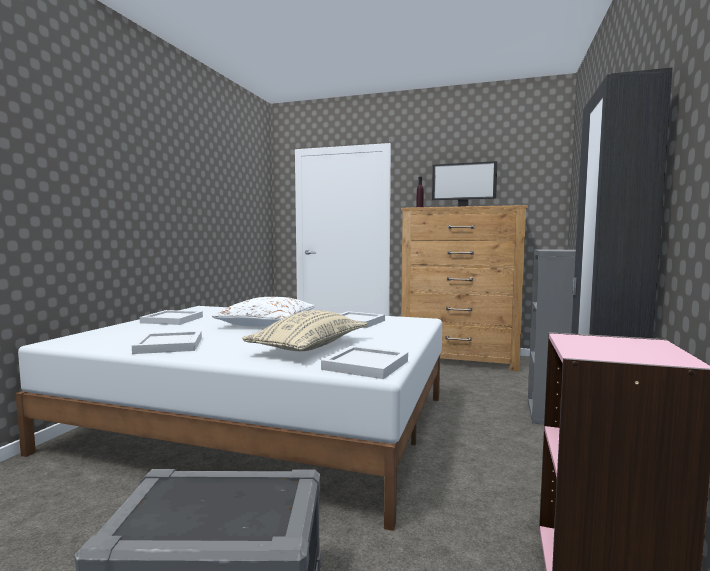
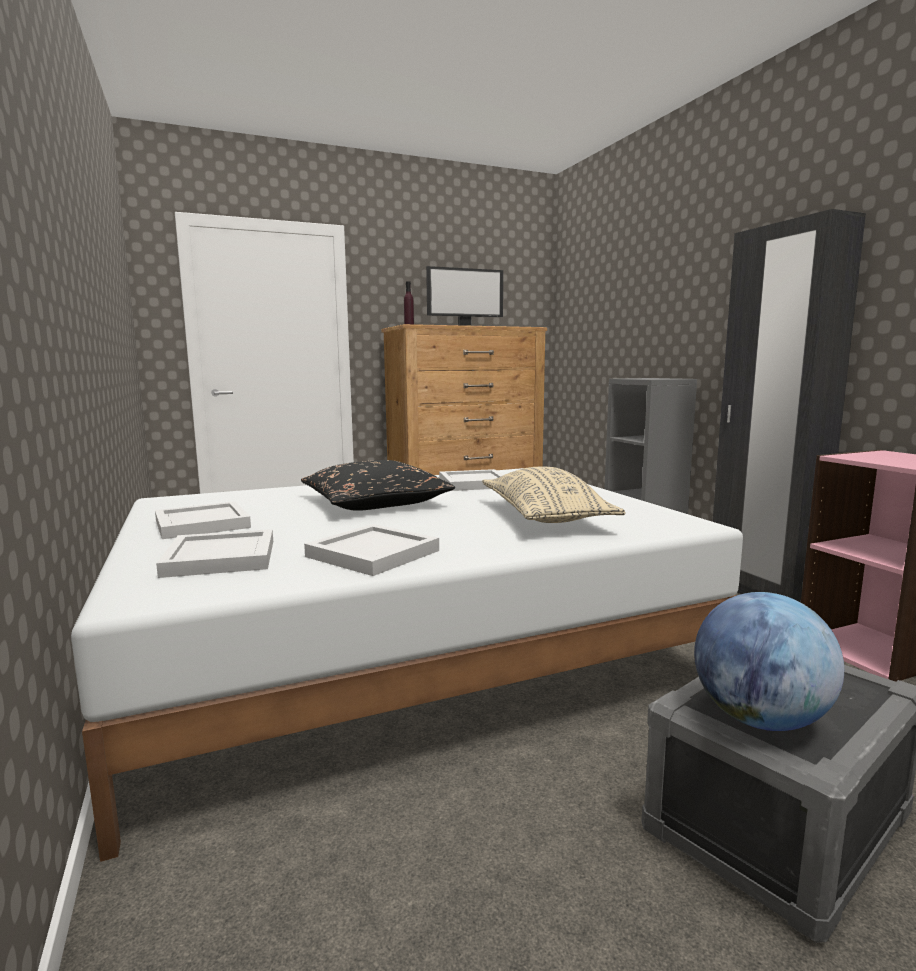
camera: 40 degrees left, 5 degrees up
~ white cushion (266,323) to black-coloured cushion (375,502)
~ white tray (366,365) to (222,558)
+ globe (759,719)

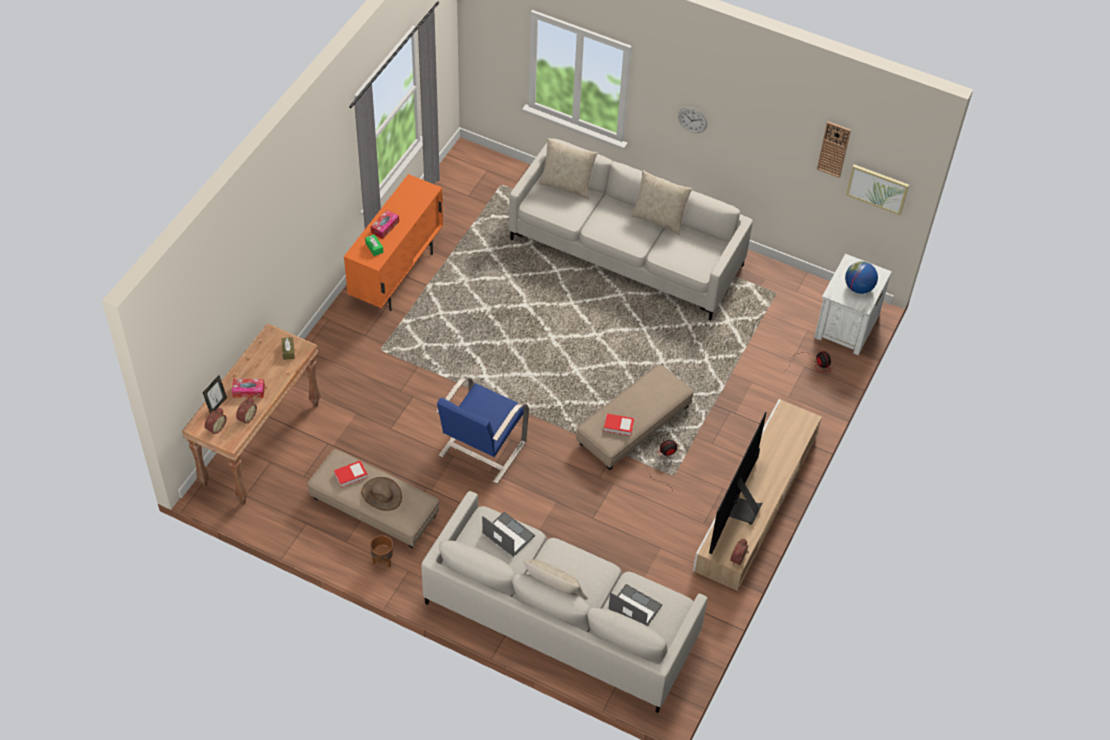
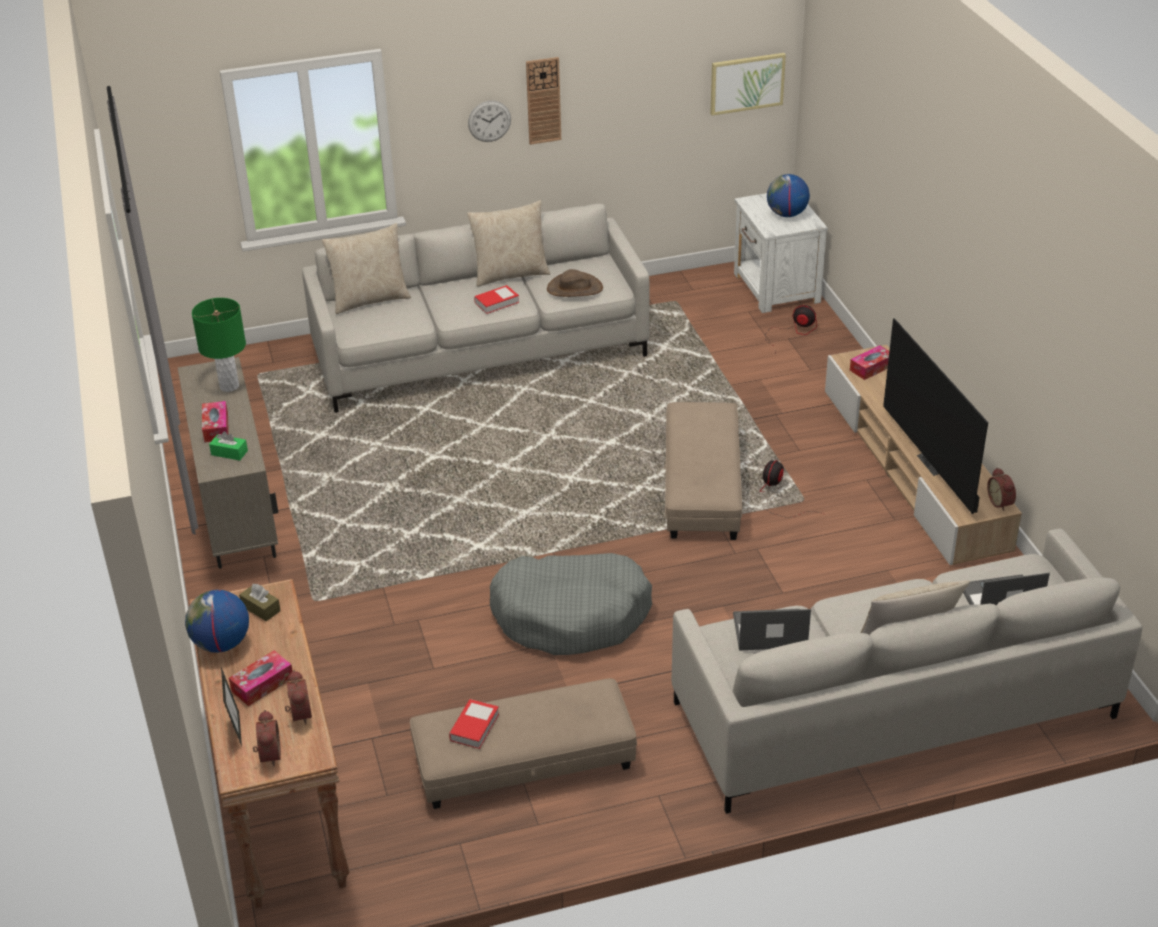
camera: 40 degrees left, 15 degrees down
~ wall clock (834,149) to (543,100)
~ orangey storage cabinet (397,275) to beige storage cabinet (238,520)
~ blue lounge chair (481,450) to grey dog bed (571,615)
~ book (618,426) to (496,302)
~ brownish hat (381,495) to (574,288)
- brownish plant pot (382,561)
+ green-coloured table lamp (229,386)
+ tissue box (871,368)
+ globe (221,644)

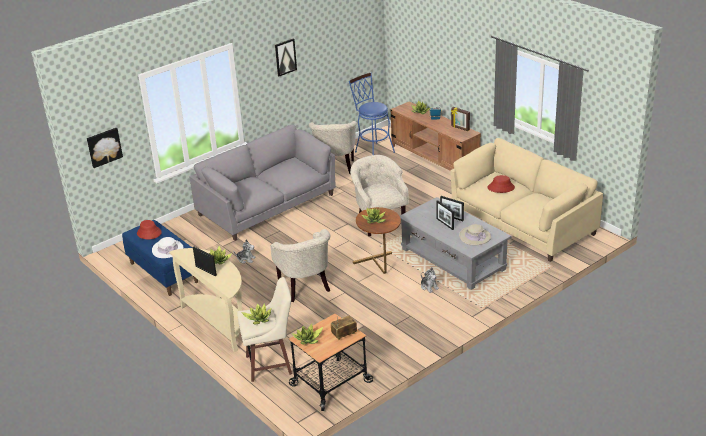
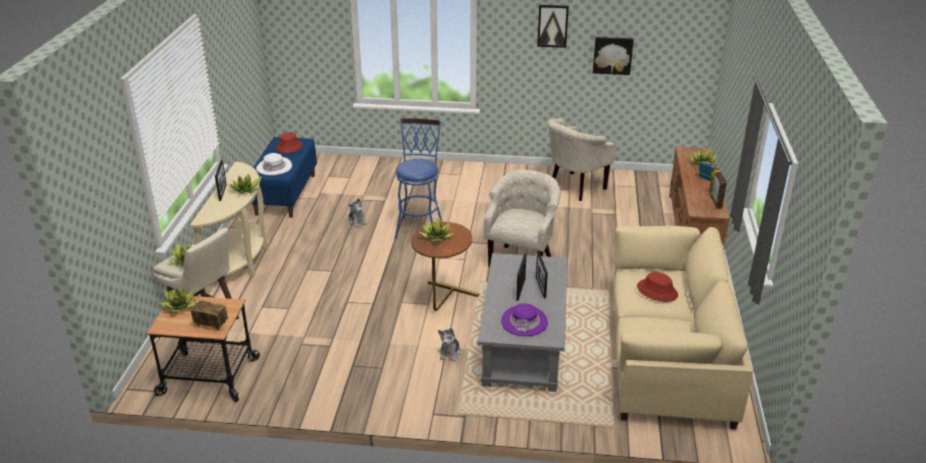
camera: 45 degrees right, 0 degrees up
~ blue stool seat (372,150) to (419,226)
- grey sofa (267,205)
~ picture (104,147) to (612,55)
~ beige hat (475,236) to purple hat (524,322)
- beige lounge chair (306,289)

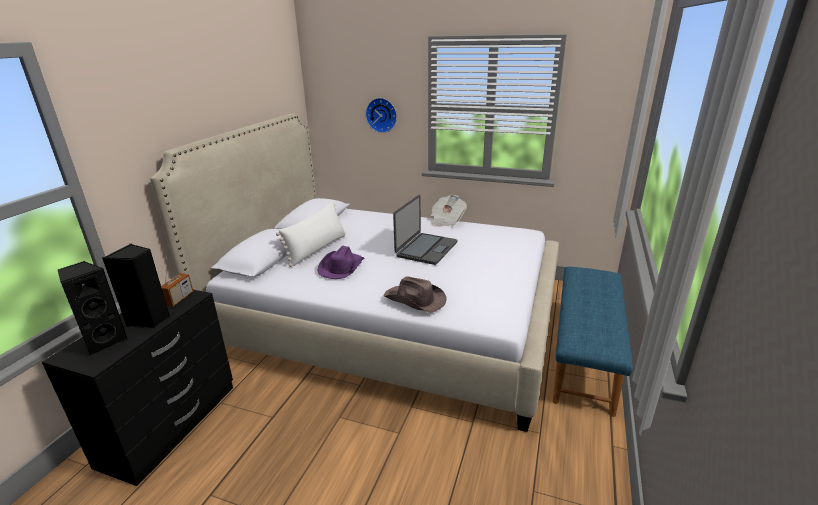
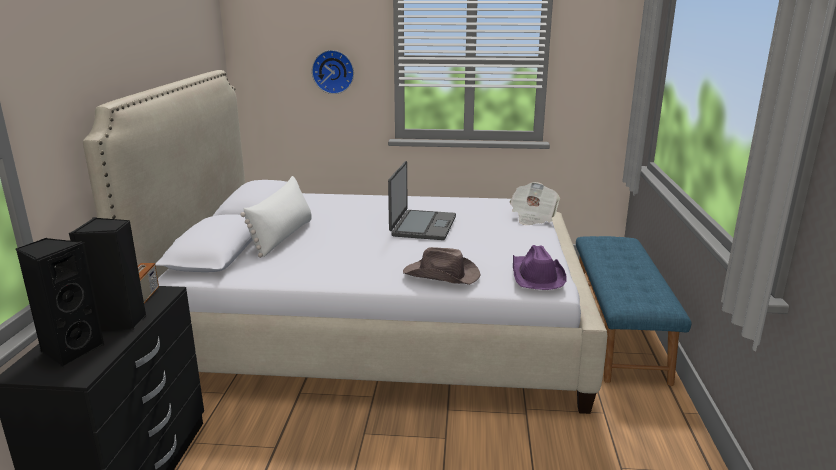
camera: 15 degrees left, 5 degrees down
~ daily paper (446,221) to (533,217)
~ purple hat (341,267) to (536,275)

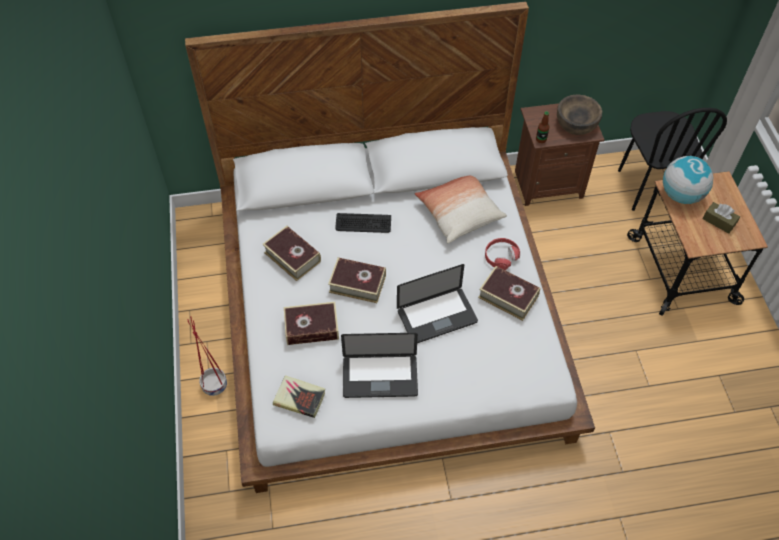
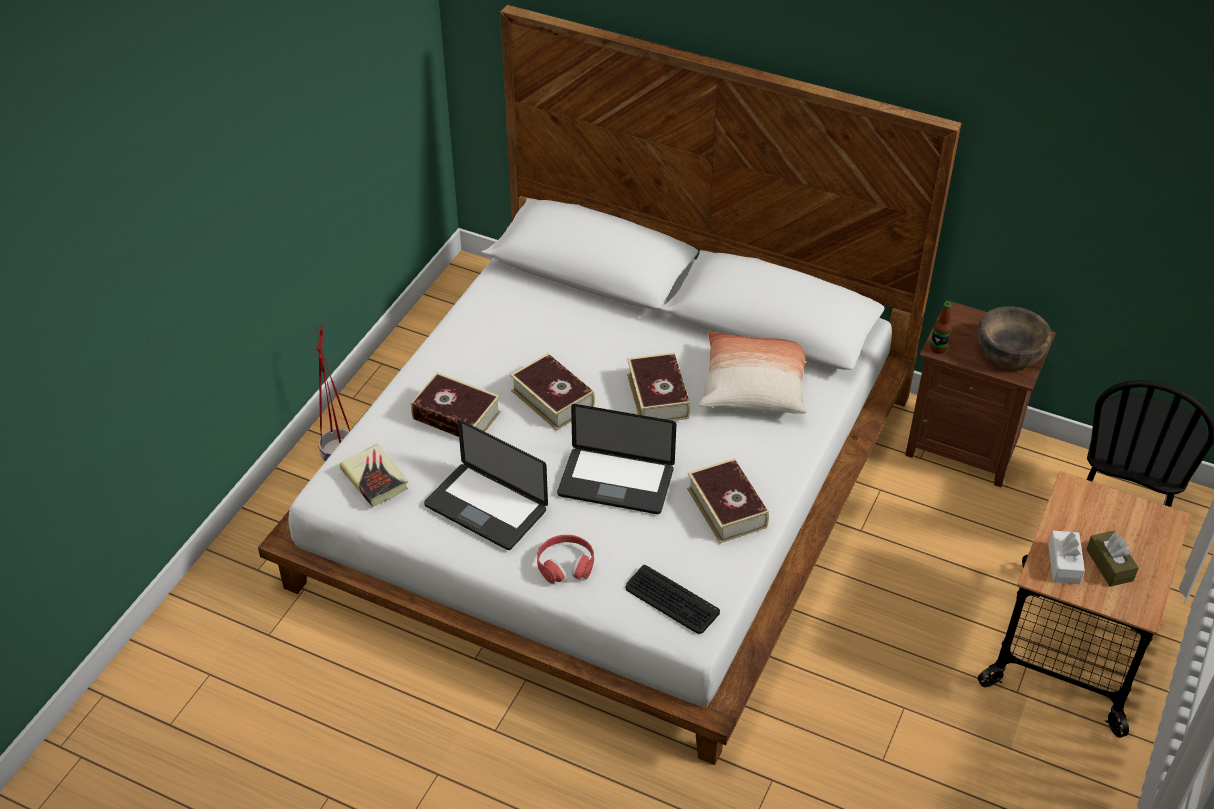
camera: 35 degrees right, 10 degrees down
- globe (681,195)
~ keyboard (363,223) to (671,600)
~ book (292,257) to (658,396)
~ reddish pair of headphones (501,256) to (565,564)
+ white tissue box (1063,564)

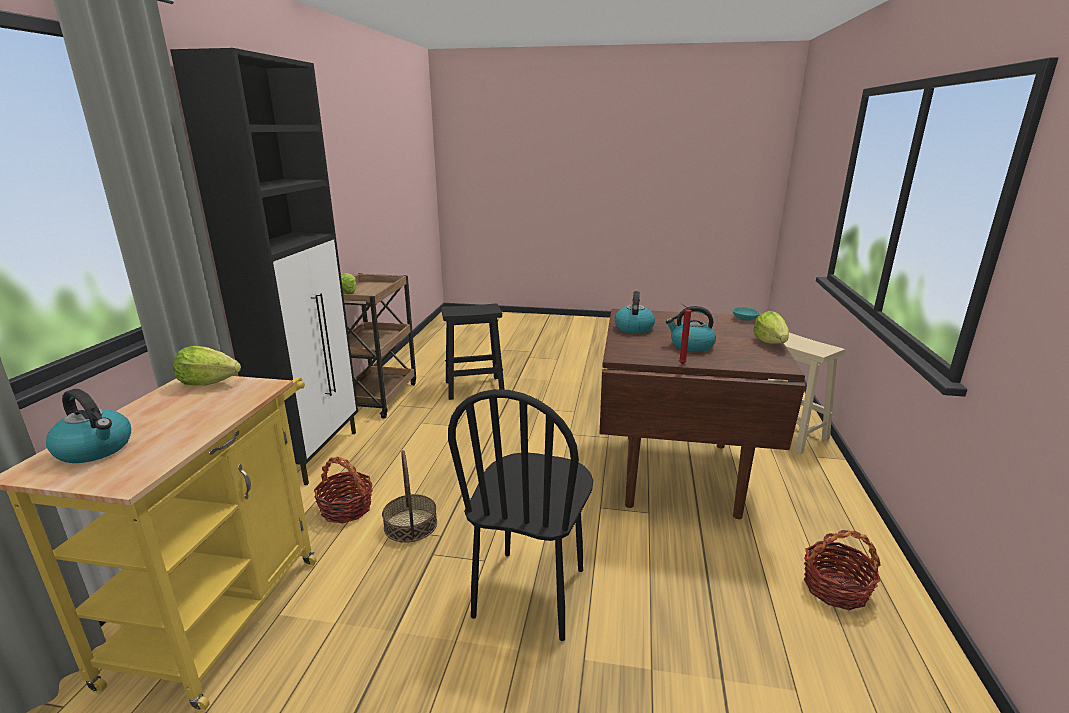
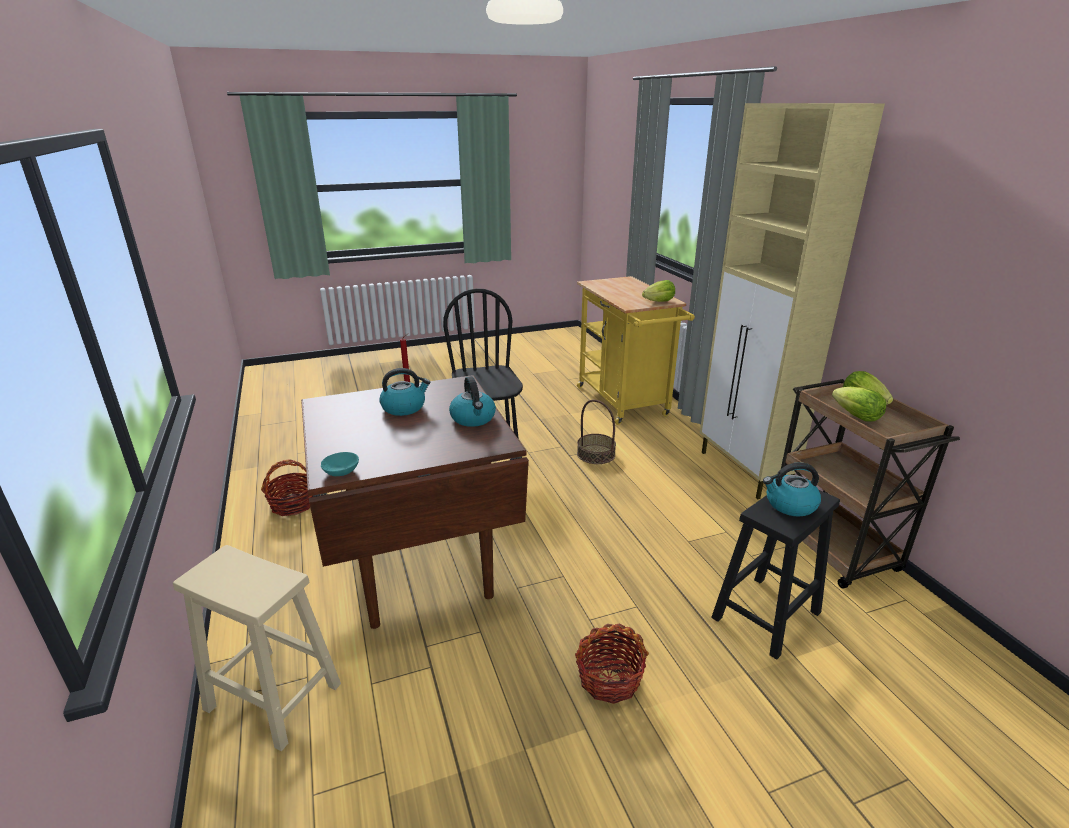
camera: 150 degrees right, 5 degrees up
~ black-coloured storage cabinet (315,454) to beige storage cabinet (744,471)
~ lettuce (770,342) to (856,416)
~ water kettle (96,449) to (789,505)
~ household basket (346,509) to (609,678)

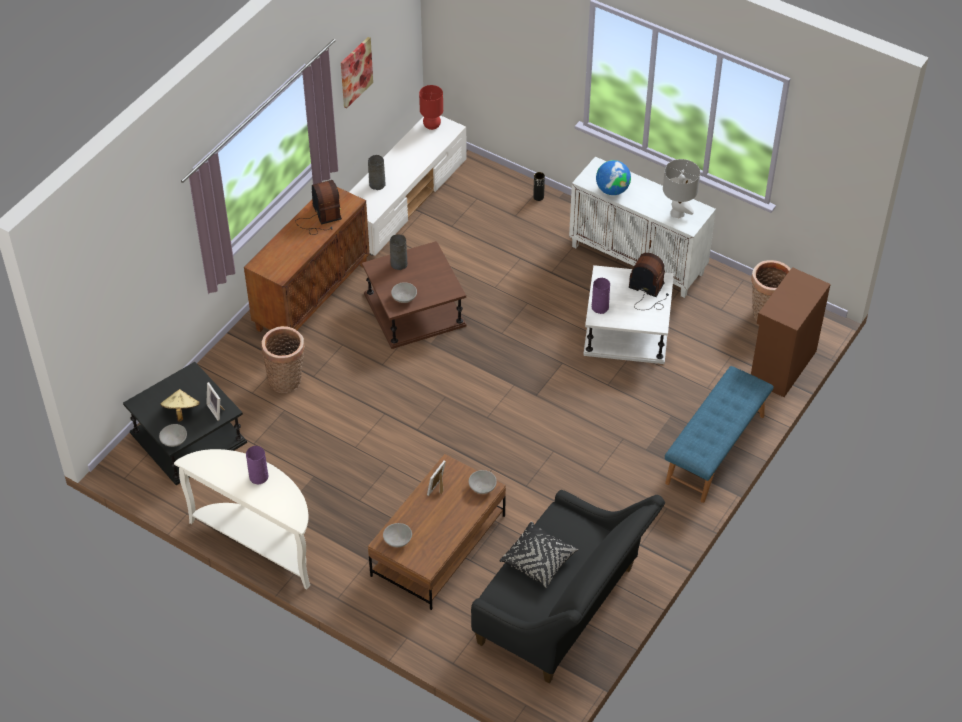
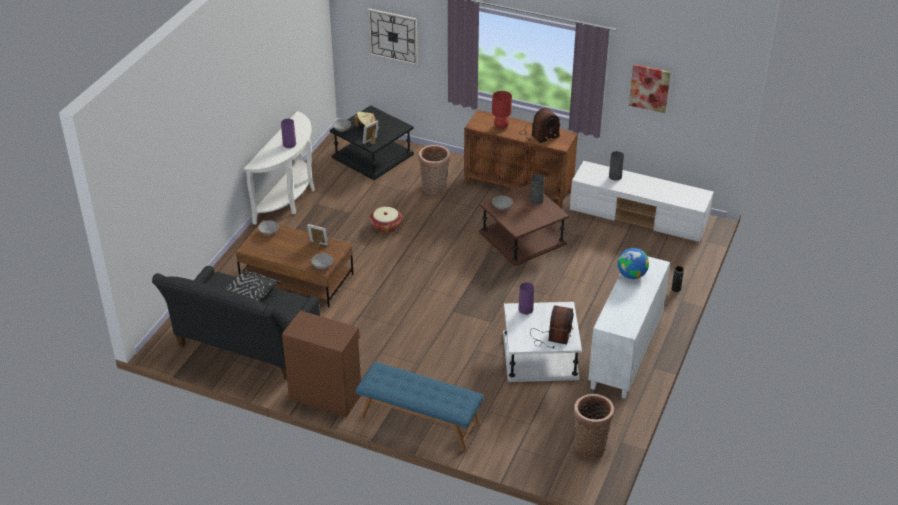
camera: 80 degrees right, 10 degrees down
~ reddish table lamp (431,125) to (501,126)
- grey table lamp (677,213)
~ brownish storage cabinet (781,366) to (325,395)
+ wall clock (393,36)
+ household basket (386,226)

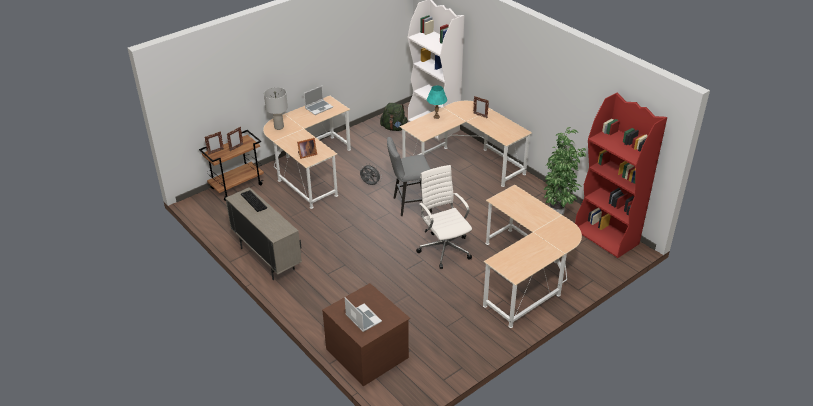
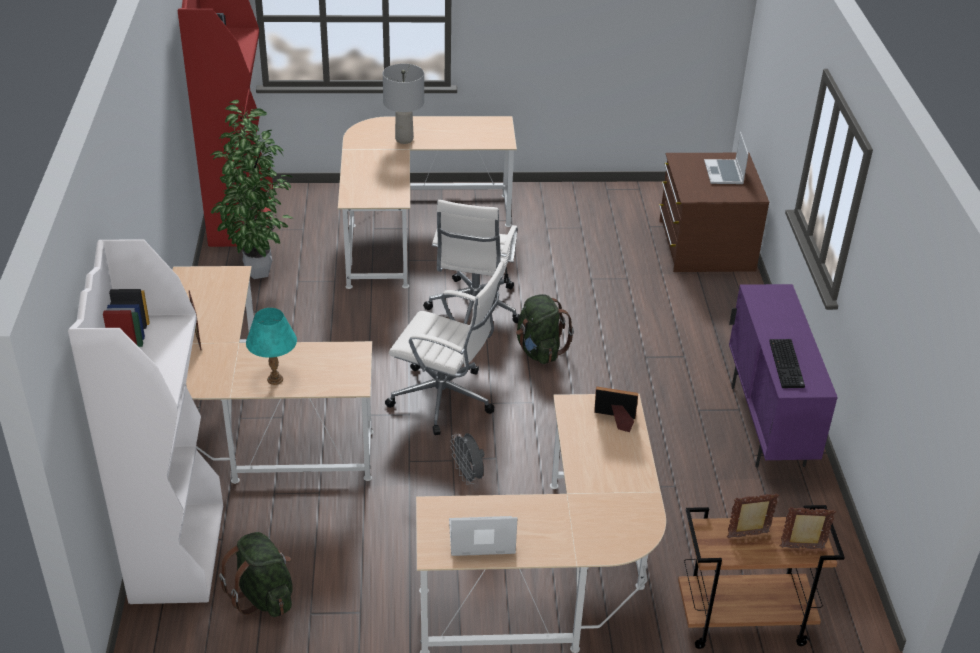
camera: 145 degrees left, 0 degrees up
~ grey table lamp (279,127) to (404,139)
~ grey stool seat (409,205) to white computer chair (445,399)
~ beige storage cabinet (267,258) to purple storage cabinet (767,426)
+ green-coloured rucksack (539,351)

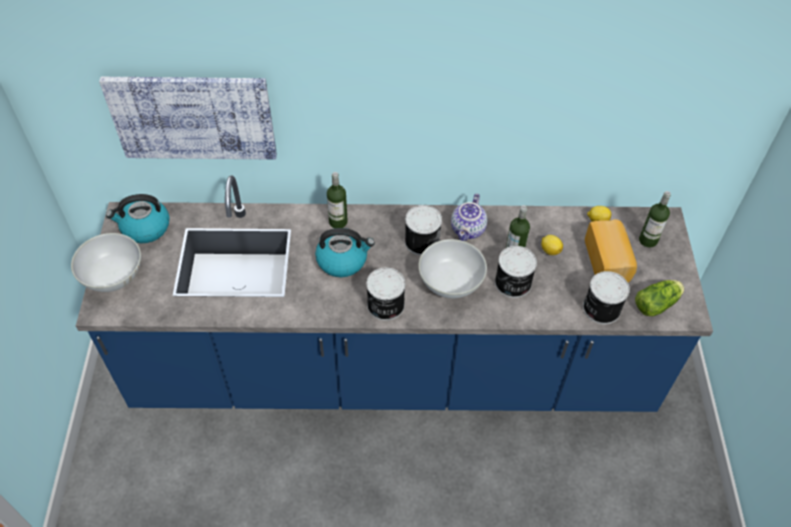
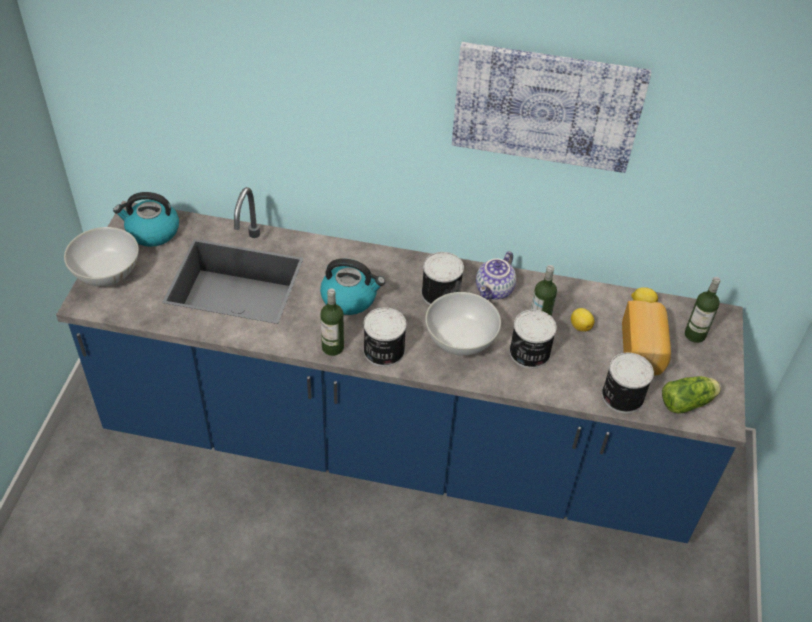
camera: 10 degrees right, 5 degrees down
~ picture (193,117) to (546,106)
~ bottle (338,222) to (332,347)

